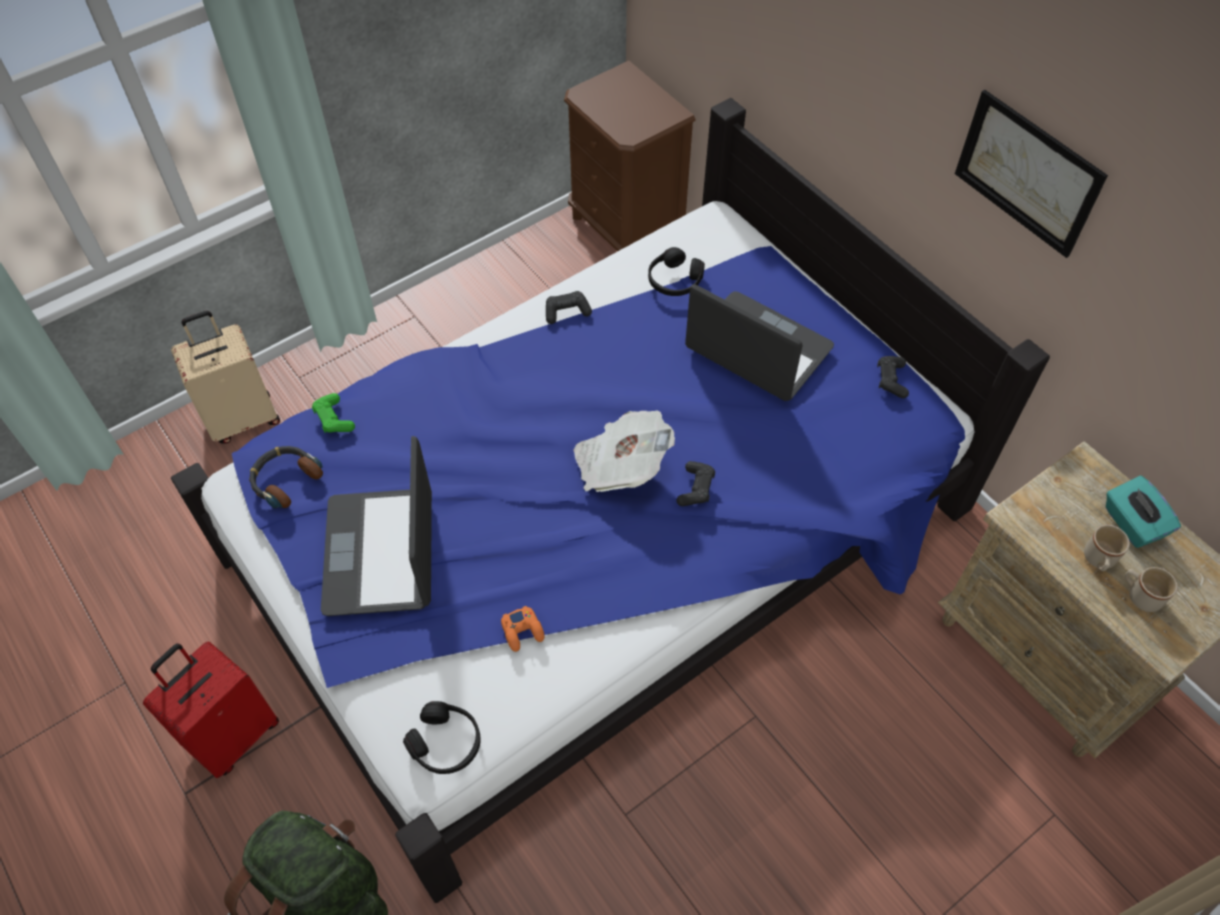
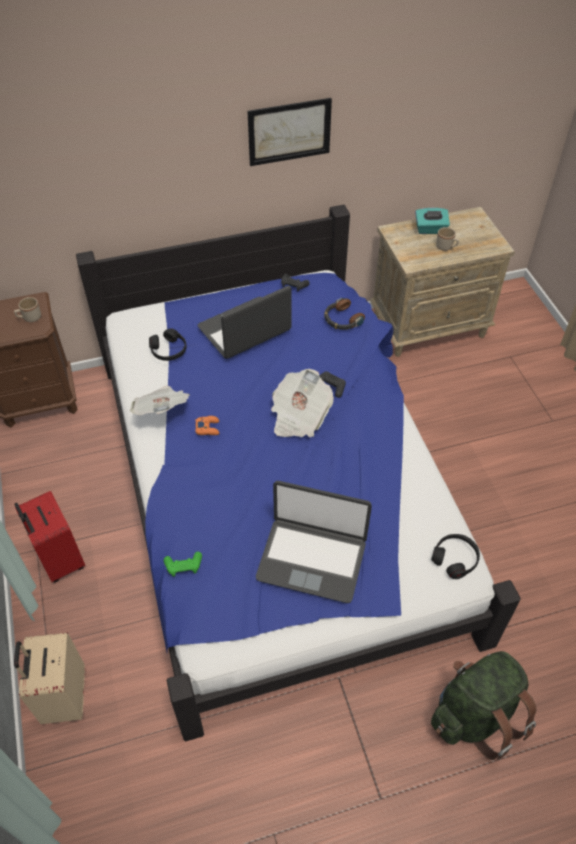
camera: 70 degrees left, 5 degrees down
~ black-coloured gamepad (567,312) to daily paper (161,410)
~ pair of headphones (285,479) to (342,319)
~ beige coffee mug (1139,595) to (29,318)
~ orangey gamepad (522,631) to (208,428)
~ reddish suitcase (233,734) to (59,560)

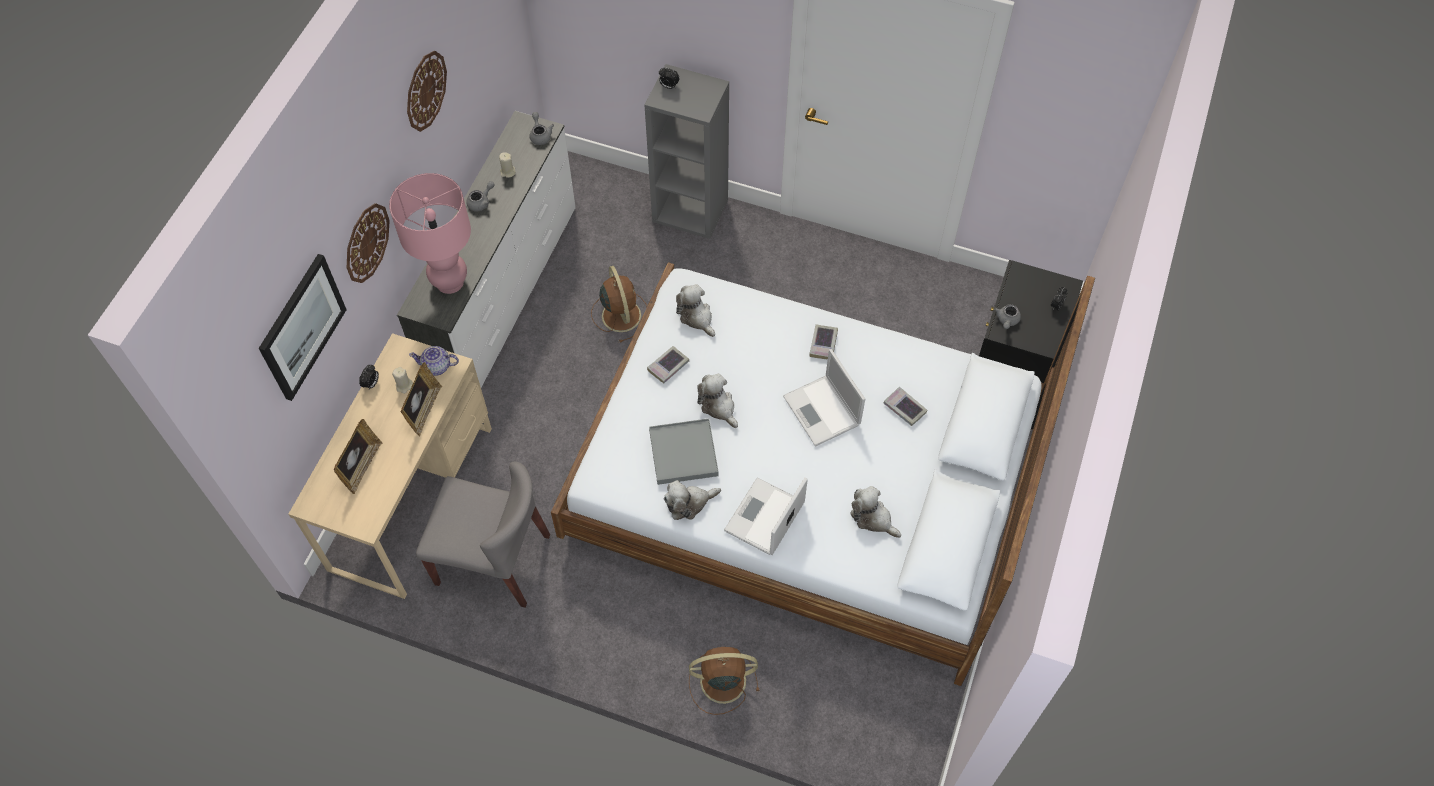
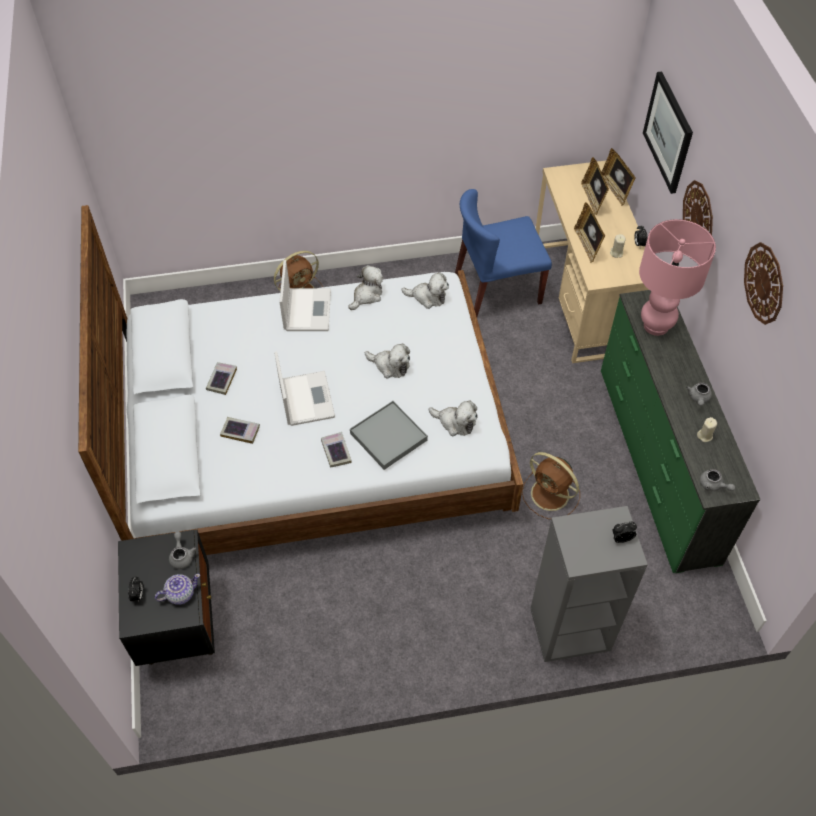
camera: 150 degrees right, 5 degrees down
~ white drawer chest (504,295) to green-coloured drawer chest (657,463)
~ tea pot (437,367) to (180,594)
~ book (668,366) to (221,380)
~ laptop (822,411) = (306,397) 45 degrees clockwise
~ grey tray (683,453) to (388,437)
~ grey upright chair (494,560) to blue upright chair (497,289)
~ soft toy (873,518) to (428,297)
+ standing frame (615,190)

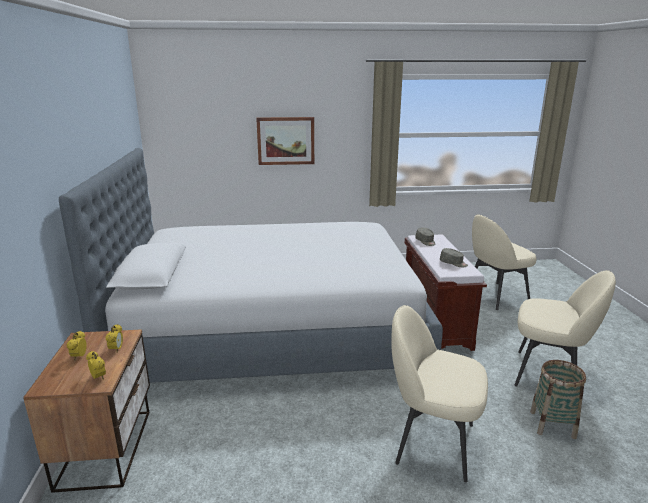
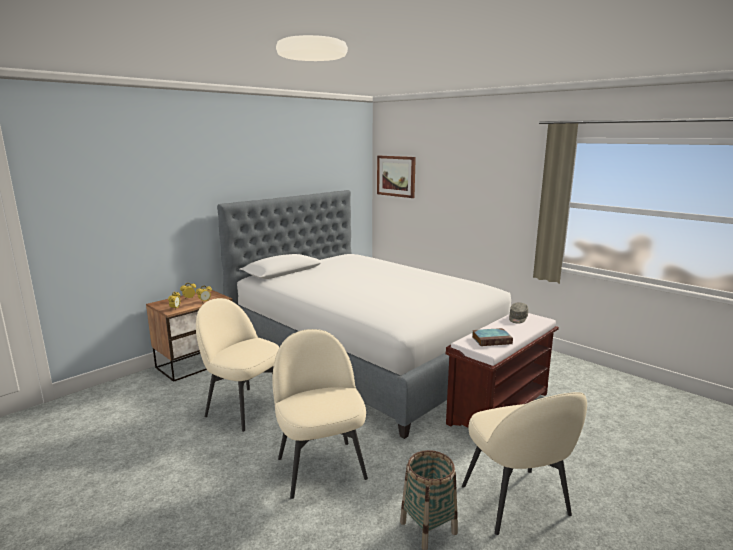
camera: 50 degrees right, 5 degrees down
~ picture (285,141) to (396,176)
~ beige upright chair (495,296) to (244,407)
~ grey cap (453,263) to book (492,340)

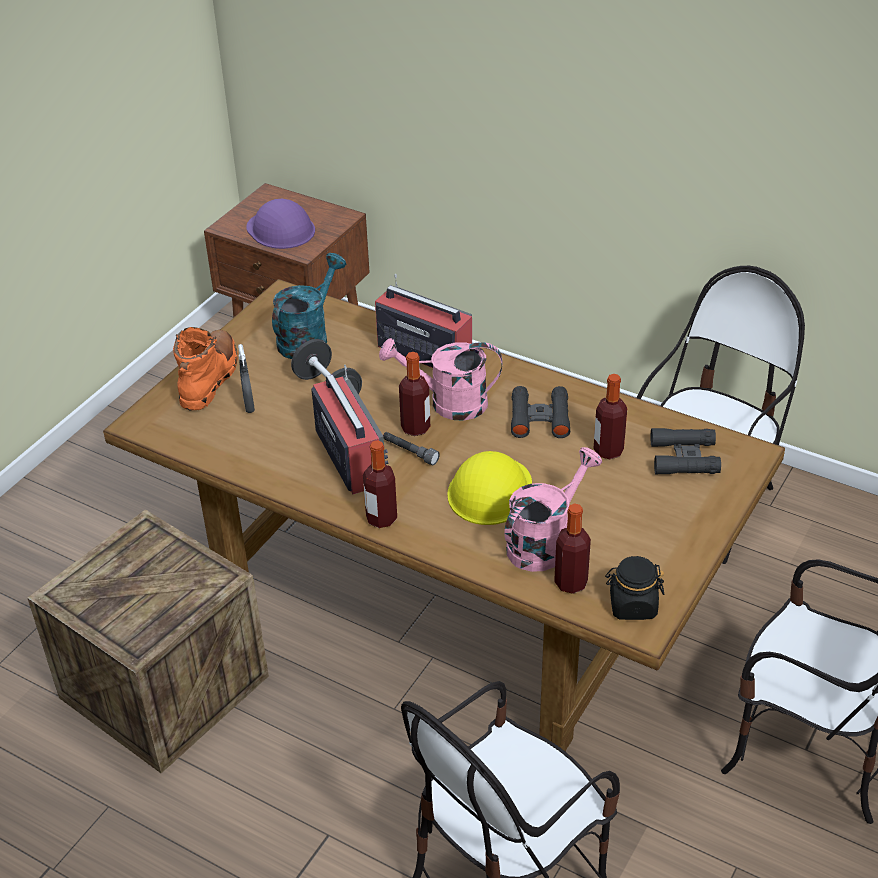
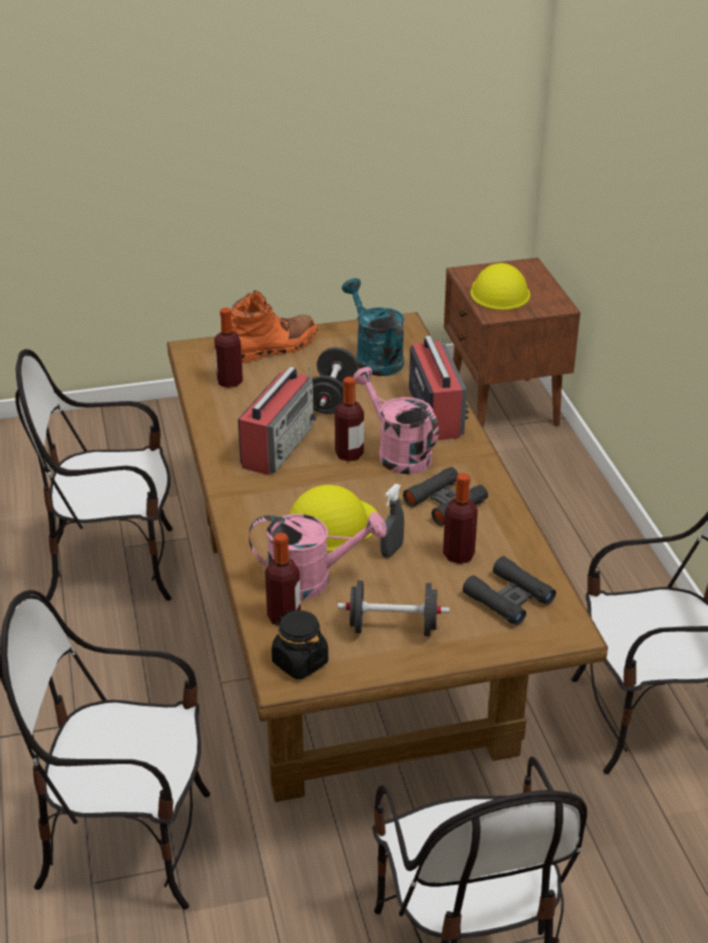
camera: 45 degrees right, 5 degrees down
~ purple hard hat (281,229) to yellowish hard hat (500,292)
~ turquoise watering pot (308,337) = (374,358) 105 degrees counterclockwise
~ grey spray bottle (249,405) to (391,550)
- grey torch (410,452)
~ bottle (381,518) to (230,382)
~ packing crate (164,687) to upright chair (114,566)
+ black-coloured hand weight (393,627)

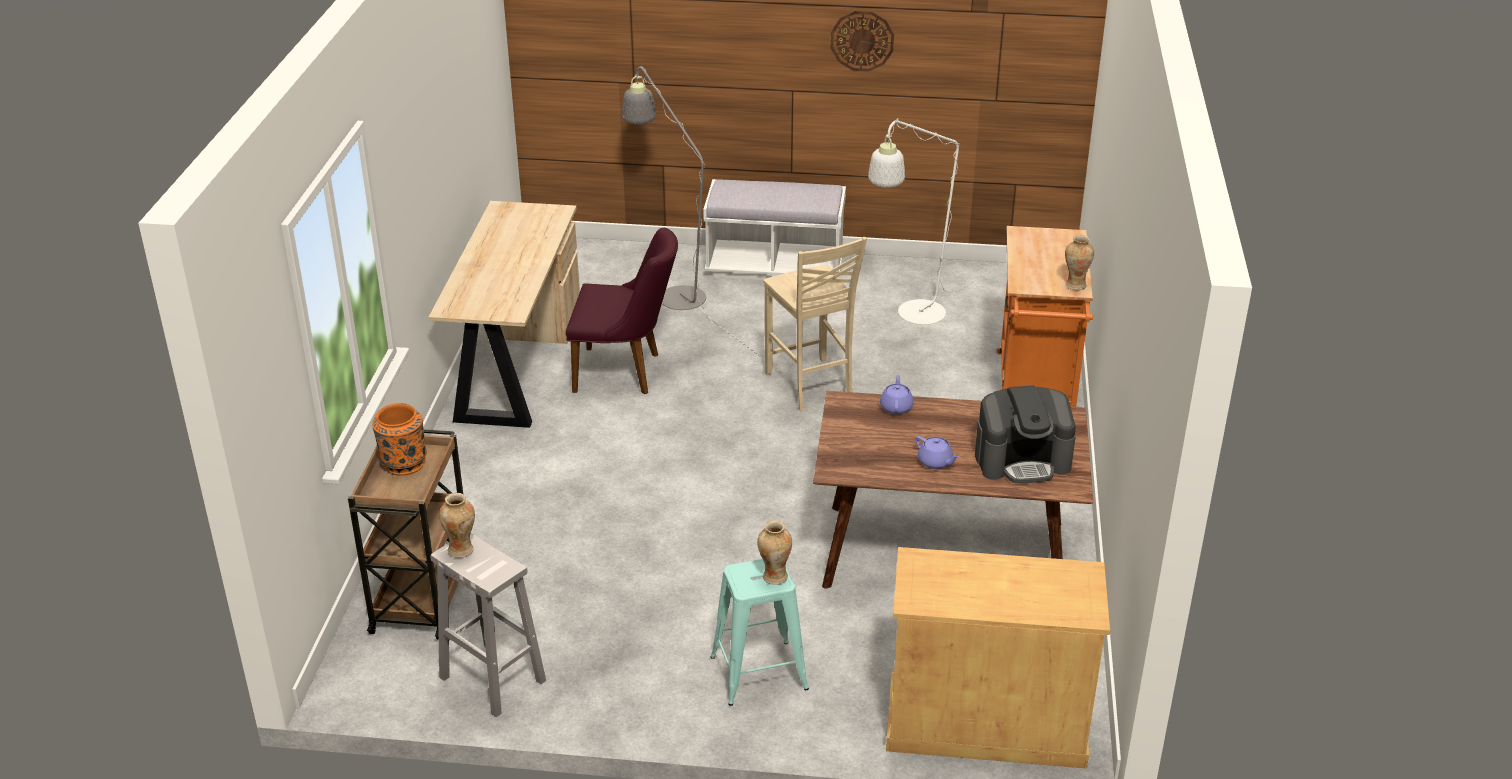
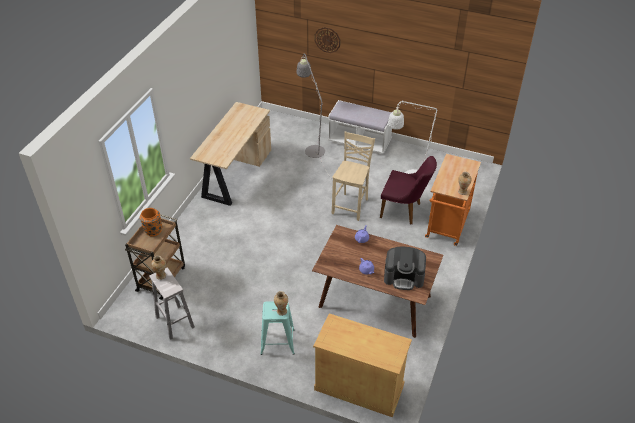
camera: 15 degrees right, 10 degrees up
~ wall clock (862,40) to (327,40)
~ purple upright chair (626,372) to (404,211)
~ beige upright chair (810,386) = (351,206) 150 degrees counterclockwise

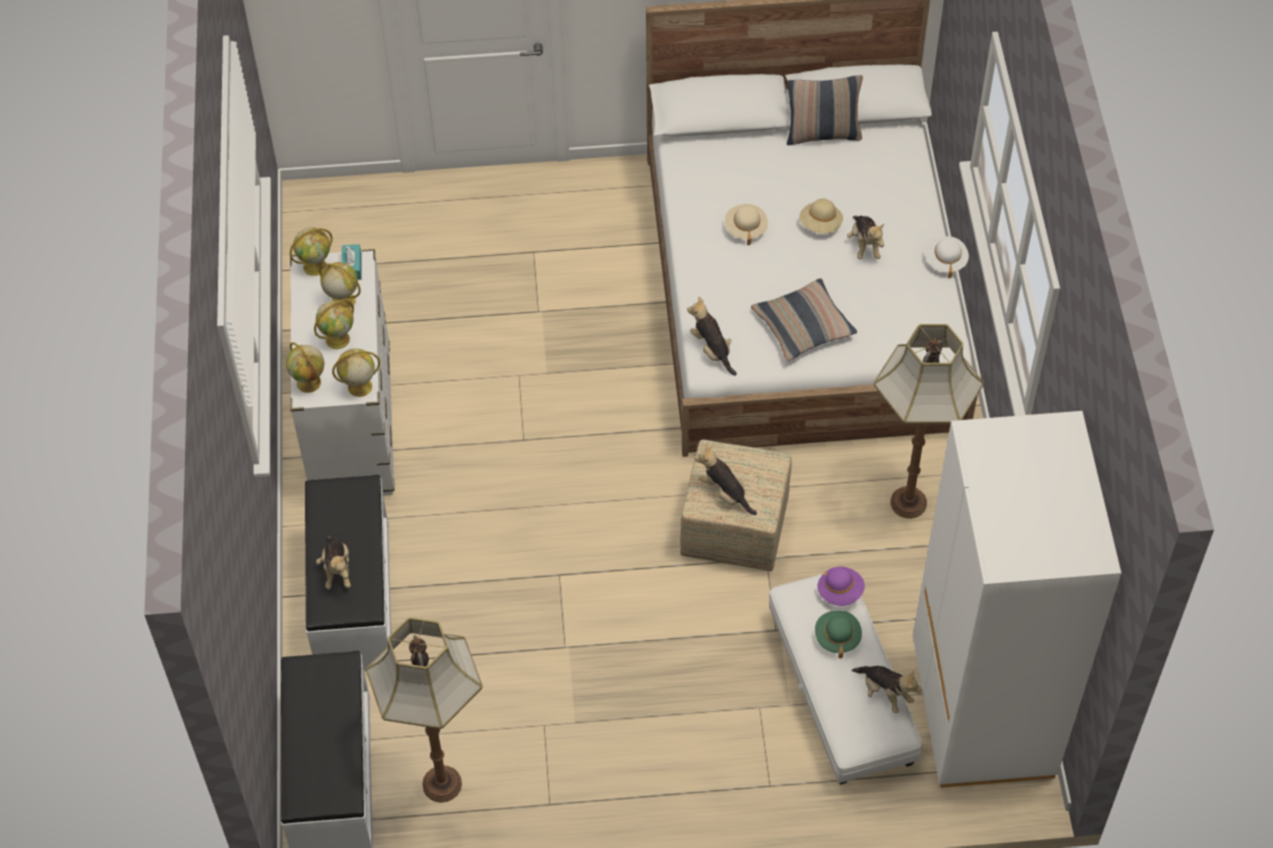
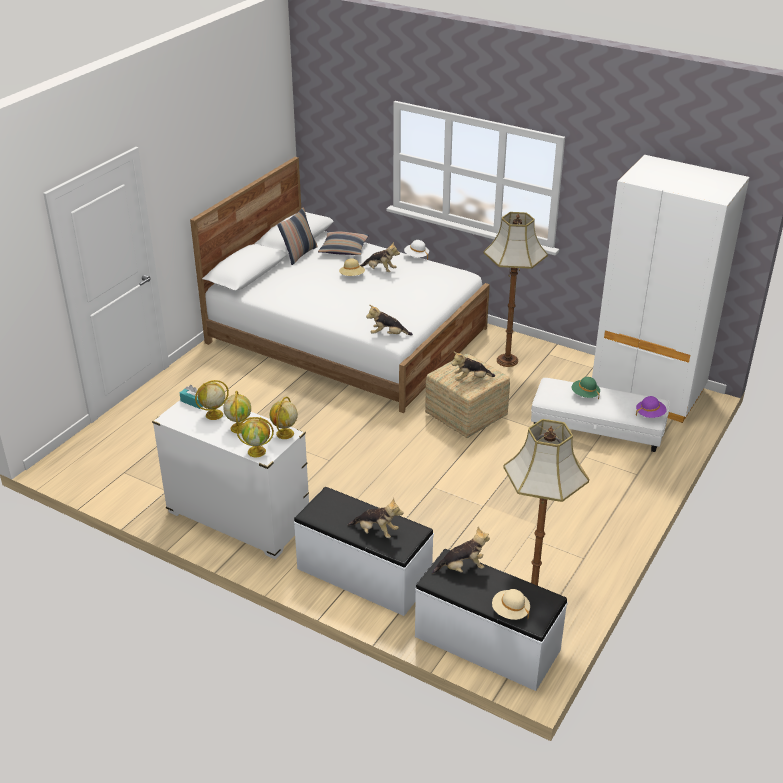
camera: 55 degrees left, 20 degrees down
~ beige hat (745,228) to (510,611)
- globe (315,266)
~ cushion (803,326) to (344,249)
~ purple hat (840,592) to (650,414)
~ soft toy (885,693) to (462,568)

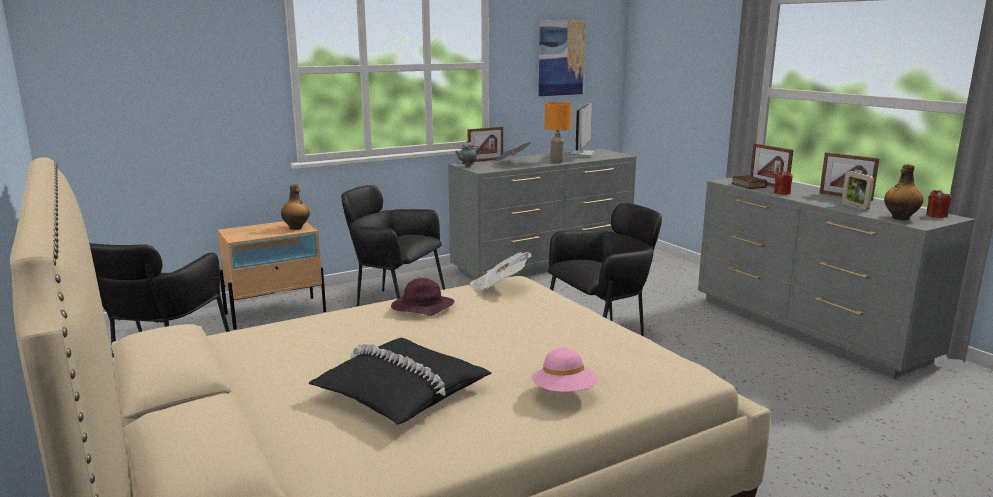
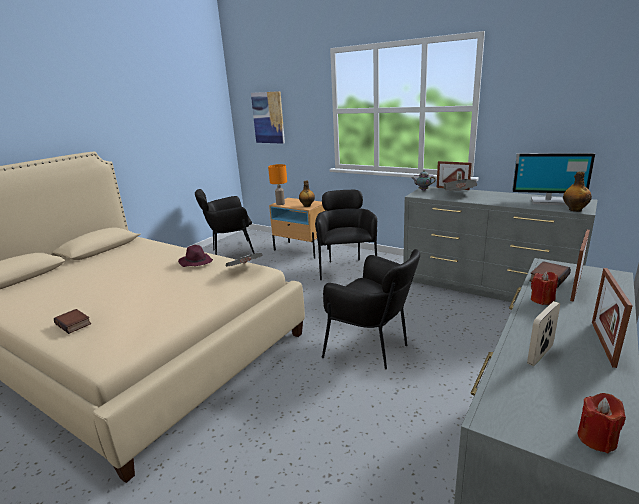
camera: 65 degrees right, 5 degrees up
~ picture (561,58) to (268,117)
~ orangey table lamp (557,161) to (280,204)
~ computer display (583,154) = (547,201) 150 degrees counterclockwise
~ bottle (899,218) to (574,210)
- black-coloured cushion (401,393)
~ pink hat (564,393) to book (74,324)

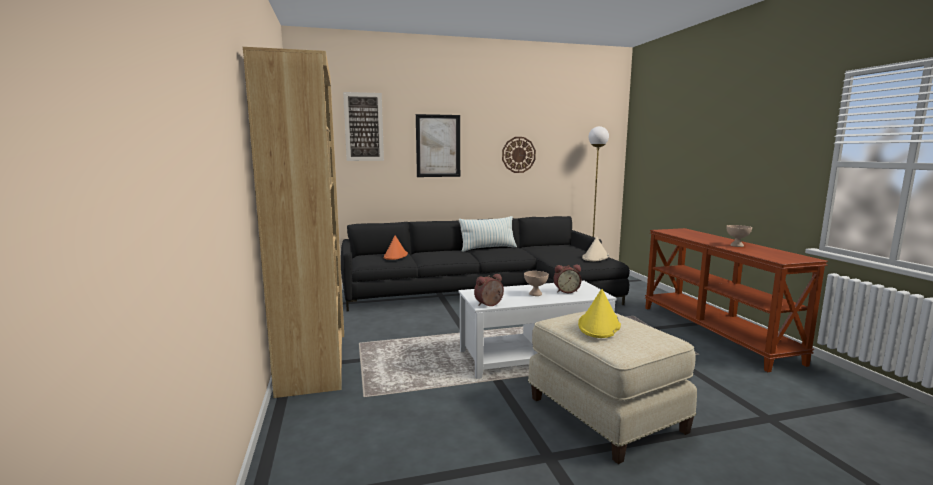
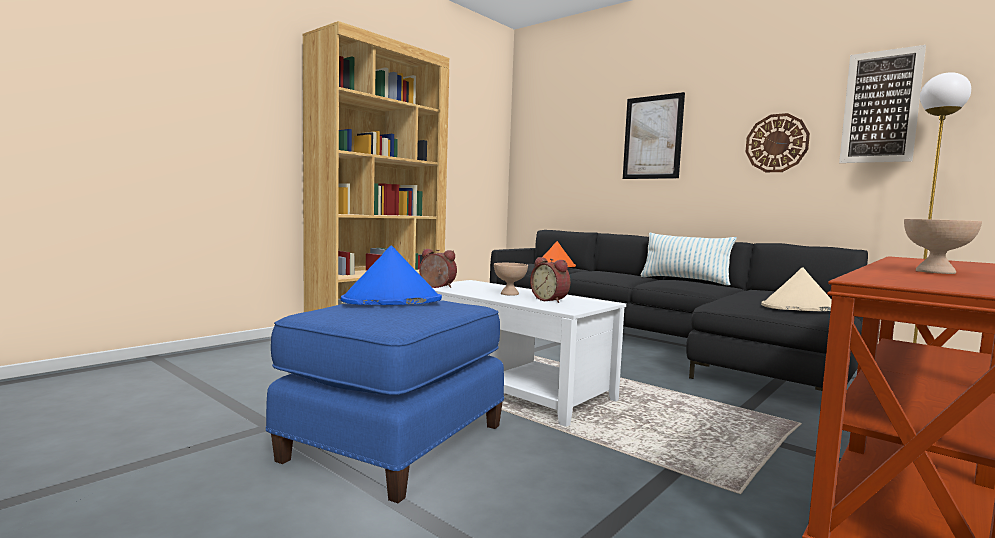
camera: 55 degrees right, 5 degrees down
~ picture (364,127) to (880,107)
~ yellowish hat (599,325) to blue hat (391,300)
~ beige footrest (603,415) to blue footrest (394,441)

